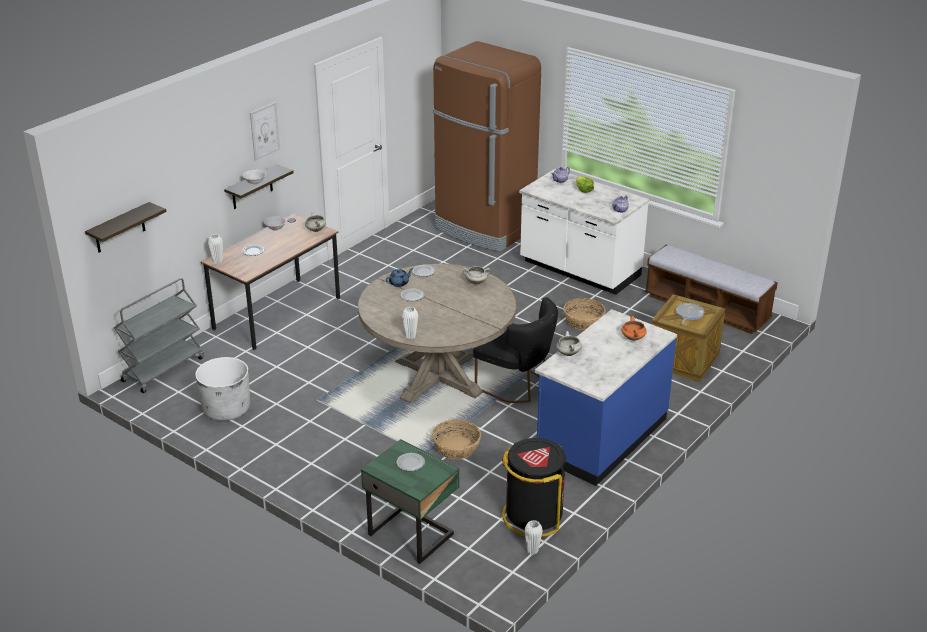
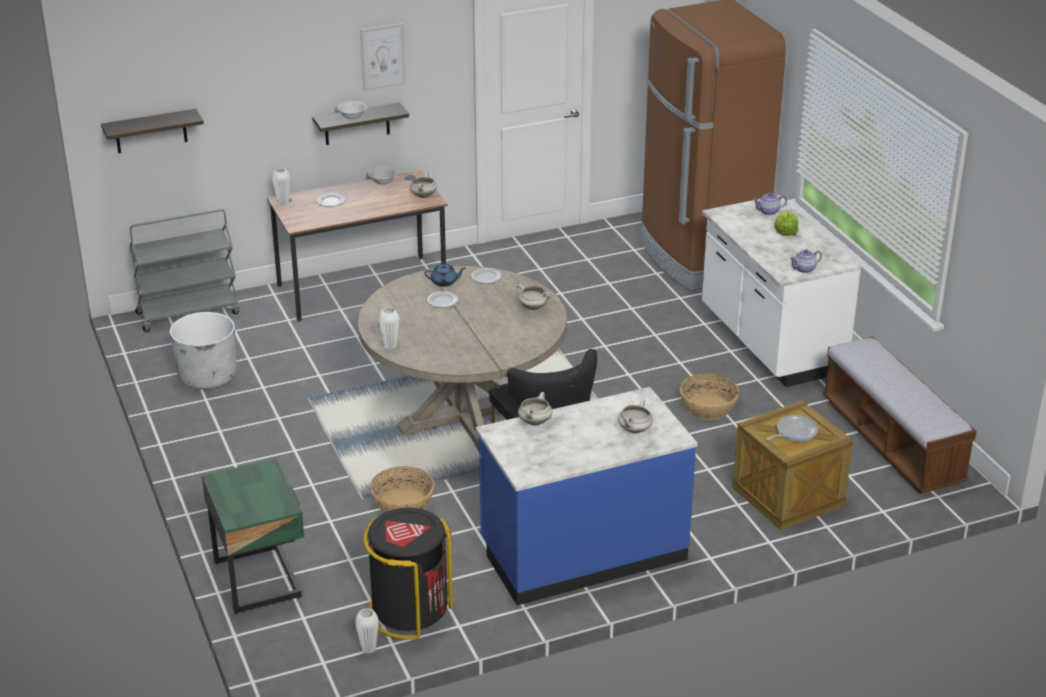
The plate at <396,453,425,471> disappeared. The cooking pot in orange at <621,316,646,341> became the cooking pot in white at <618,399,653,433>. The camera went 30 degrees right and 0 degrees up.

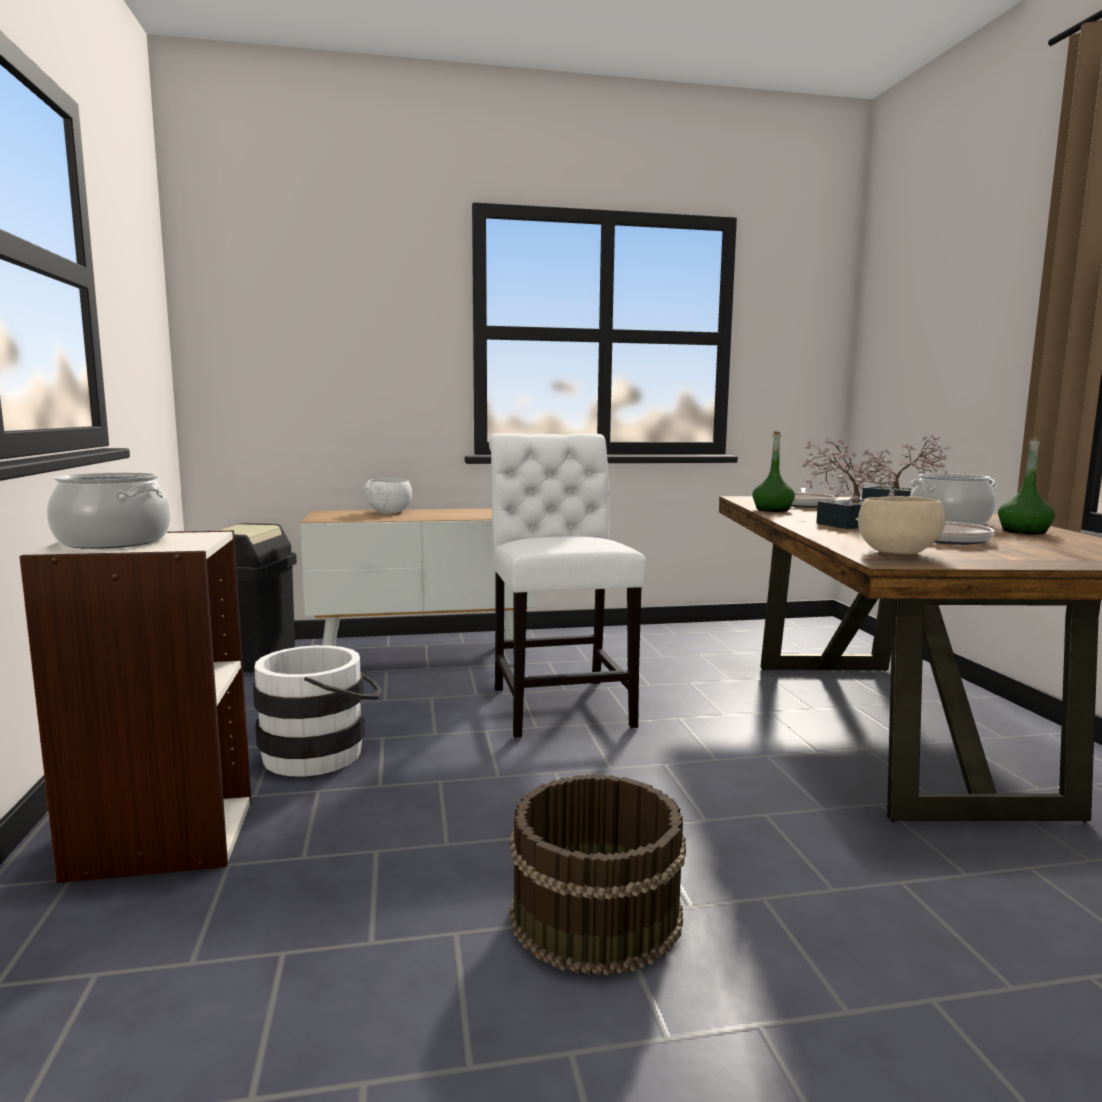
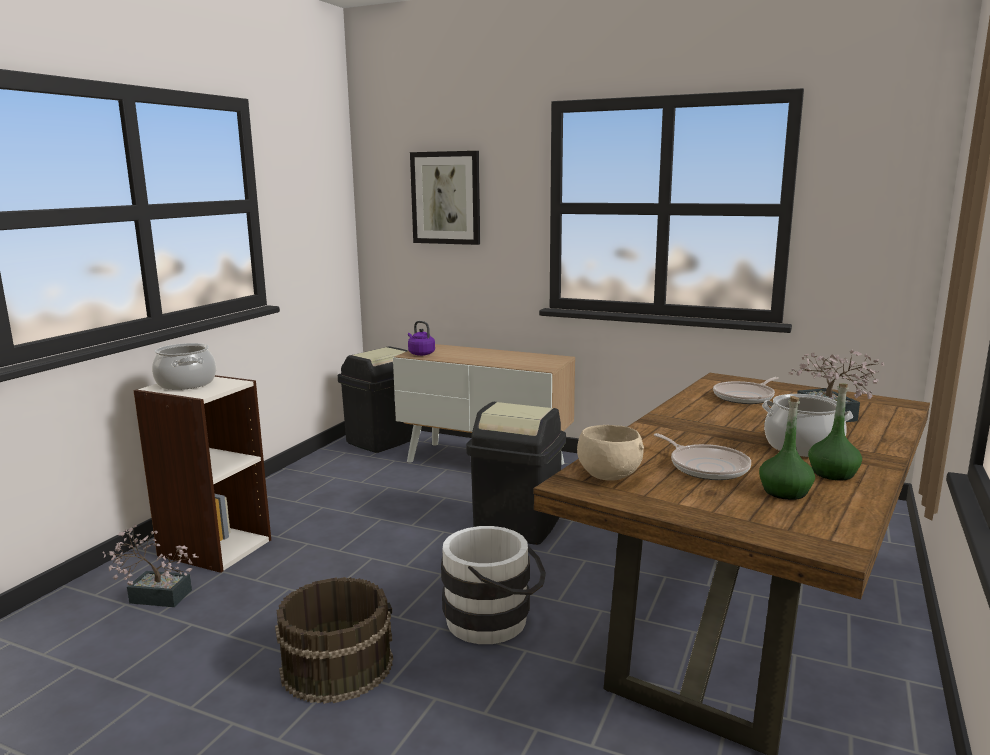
The bucket in white moved from <253,645,382,777> to <441,526,546,644>. The bowl in white at <364,478,412,514> disappeared. The chair in white at <489,433,646,738> was replaced by the trash can in black at <466,402,566,545>. The bottle in green moved from <752,431,795,512> to <759,396,815,500>. The potted plant moved from <802,438,896,529> to <103,525,198,607>. The kettle in purple at <408,321,435,356> appeared. The picture at <410,151,480,245> appeared. The camera went 35 degrees right and 5 degrees up.

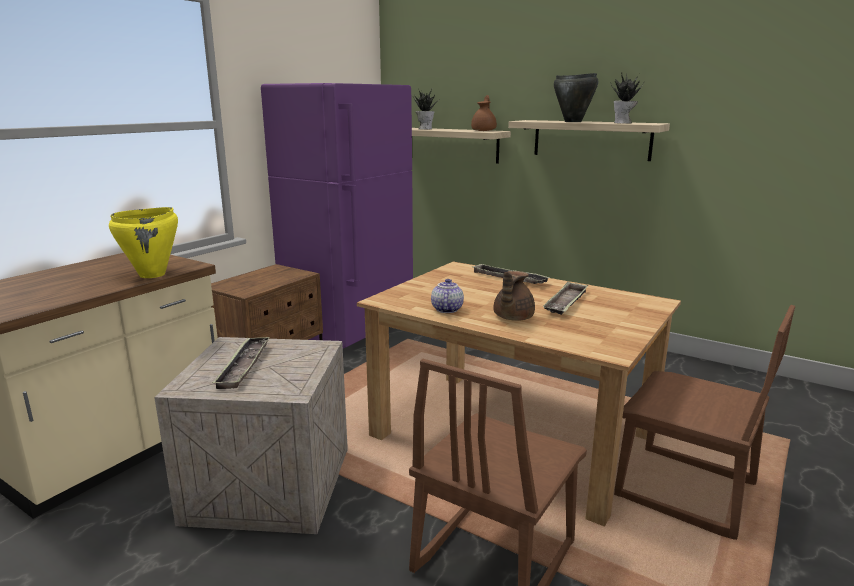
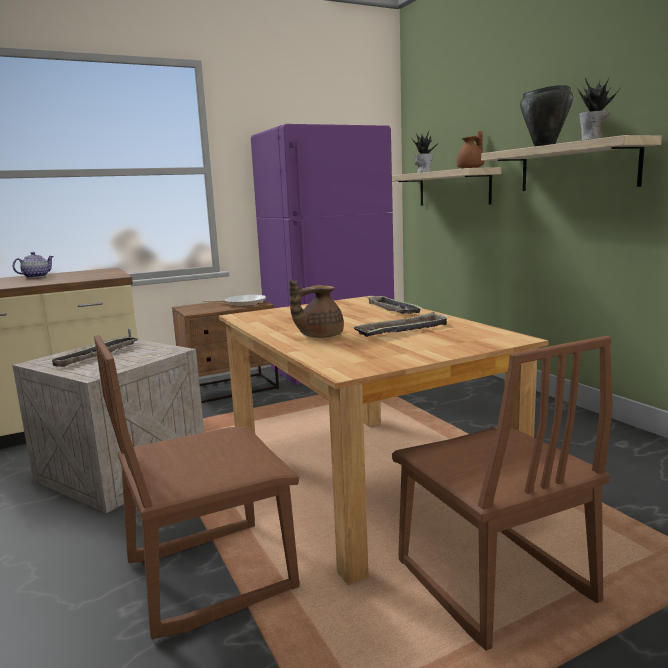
The cooking pot in yellow at <109,207,178,278> disappeared. The teapot moved from <431,279,464,313> to <13,252,54,278>. The frying pan at <202,294,266,306> appeared. The camera went 30 degrees right and 5 degrees down.

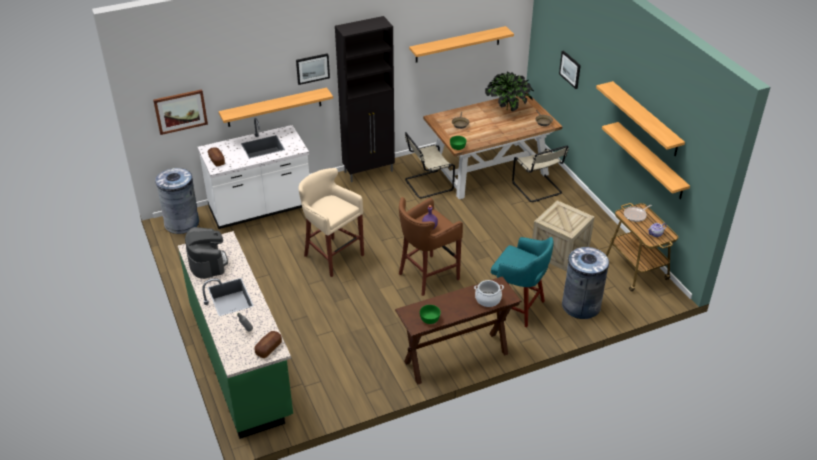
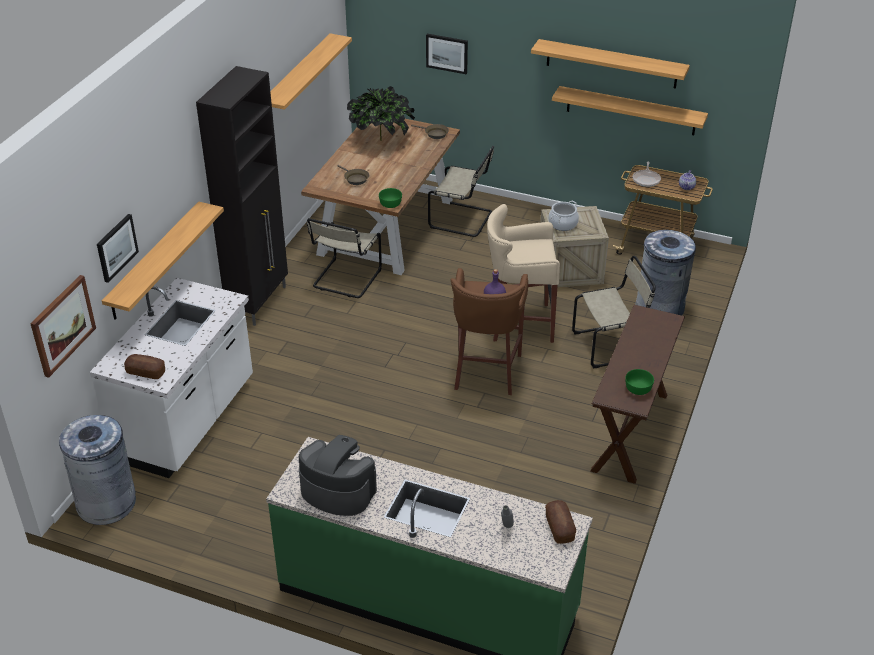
The picture moved from <296,53,330,85> to <97,214,139,283>. The stool in beige moved from <298,168,364,277> to <487,204,560,343>. The cooking pot moved from <474,280,504,307> to <548,201,579,231>. The stool in turquoise at <491,237,554,328> was replaced by the chair in beige at <572,256,656,368>. The camera went 45 degrees left and 0 degrees up.

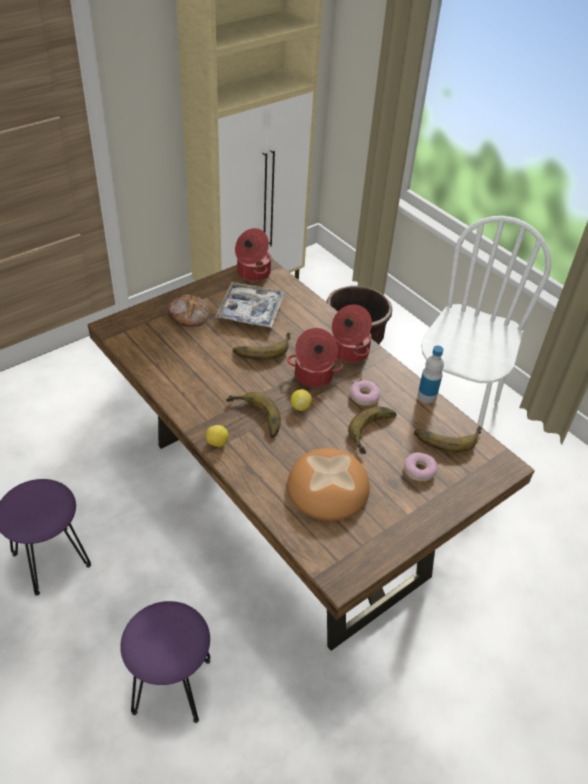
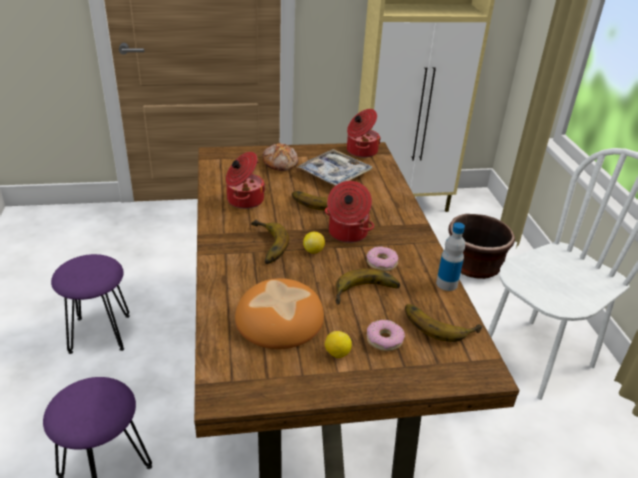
The lemon moved from <206,425,229,447> to <325,331,352,358>. The cooking pot moved from <332,304,372,363> to <226,152,266,209>. The camera went 30 degrees right and 10 degrees down.

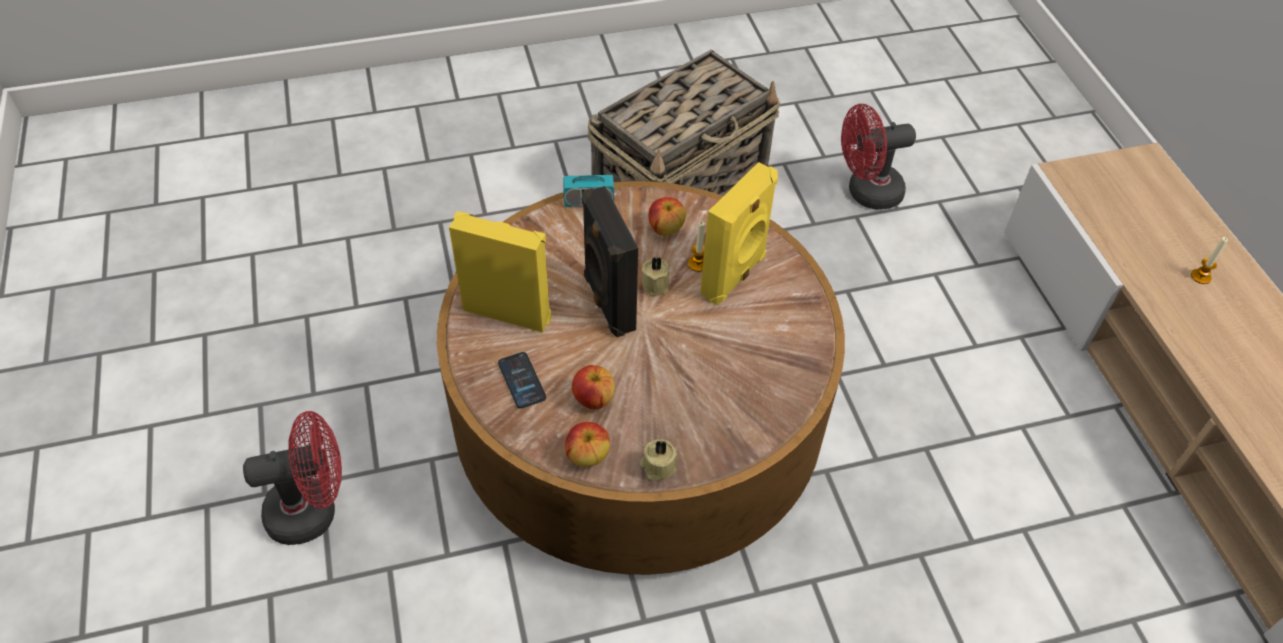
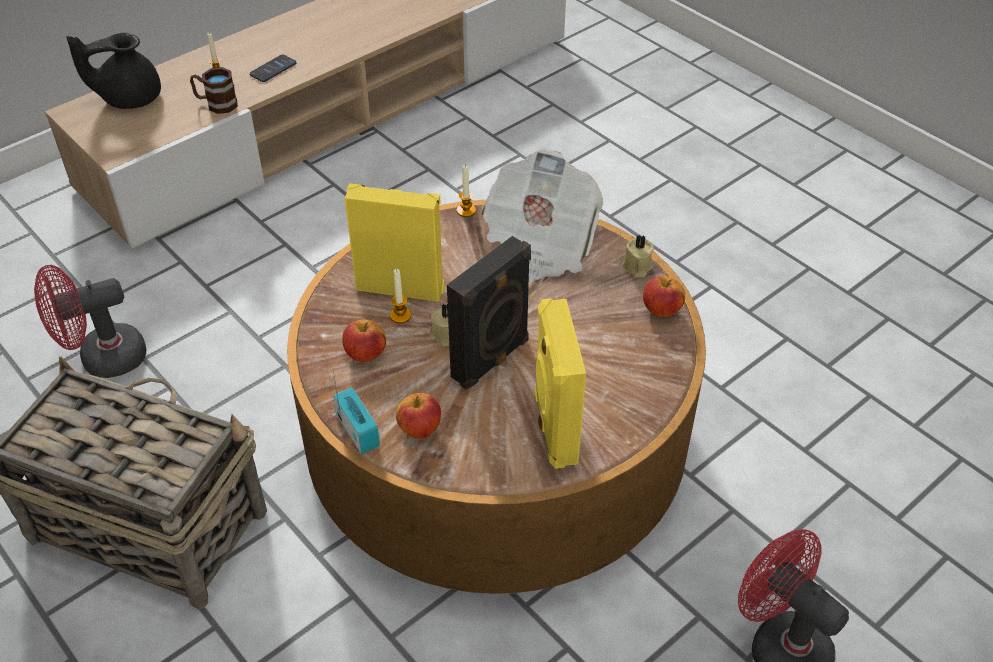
The phone moved from <498,352,546,409> to <250,55,296,82>. The apple moved from <572,365,615,409> to <396,393,441,439>. The fan in red at <841,104,916,210> turned 105 degrees clockwise. The teapot in black at <66,33,161,109> appeared. The mug in brown at <190,67,238,114> appeared. The candle at <457,165,476,217> appeared. The newspaper at <482,150,603,282> appeared. The camera went 115 degrees left and 5 degrees down.

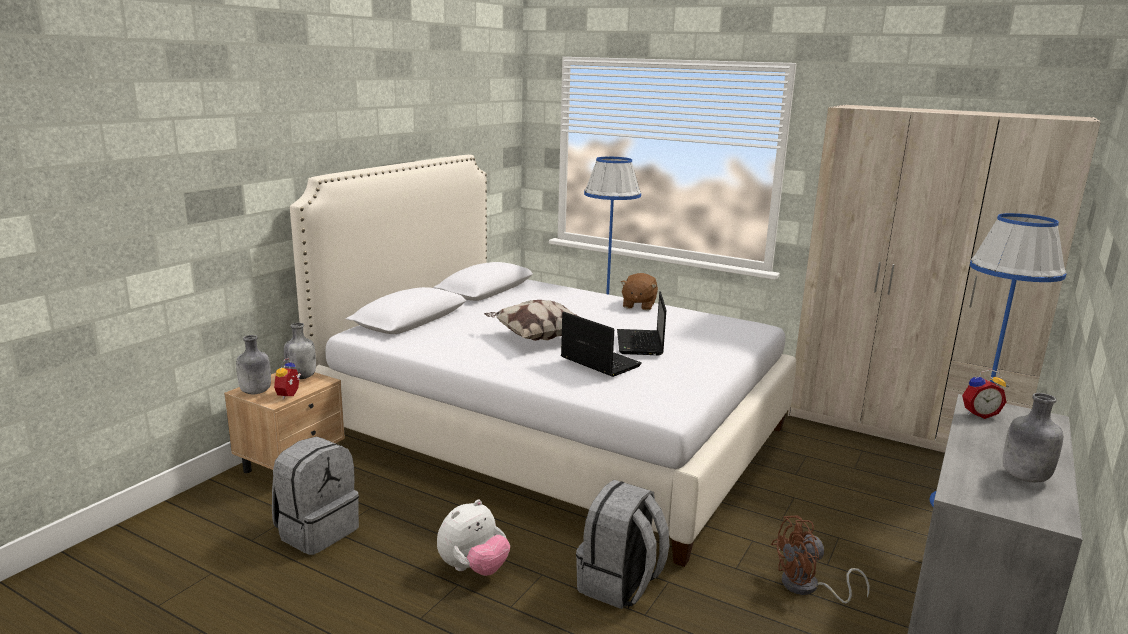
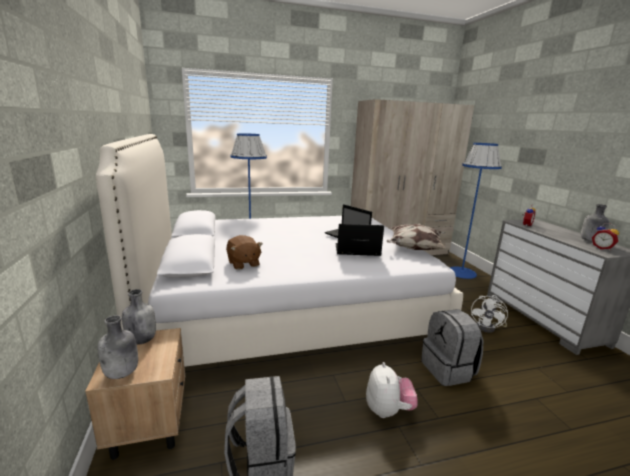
The alarm clock moved from <274,358,301,400> to <592,223,619,251>. The pillow moved from <484,300,580,341> to <387,223,446,250>. The plush toy in brown moved from <620,273,658,310> to <226,235,262,270>. The fan in brown at <771,516,870,603> became the fan in white at <471,295,508,333>. The camera went 45 degrees left and 0 degrees up.

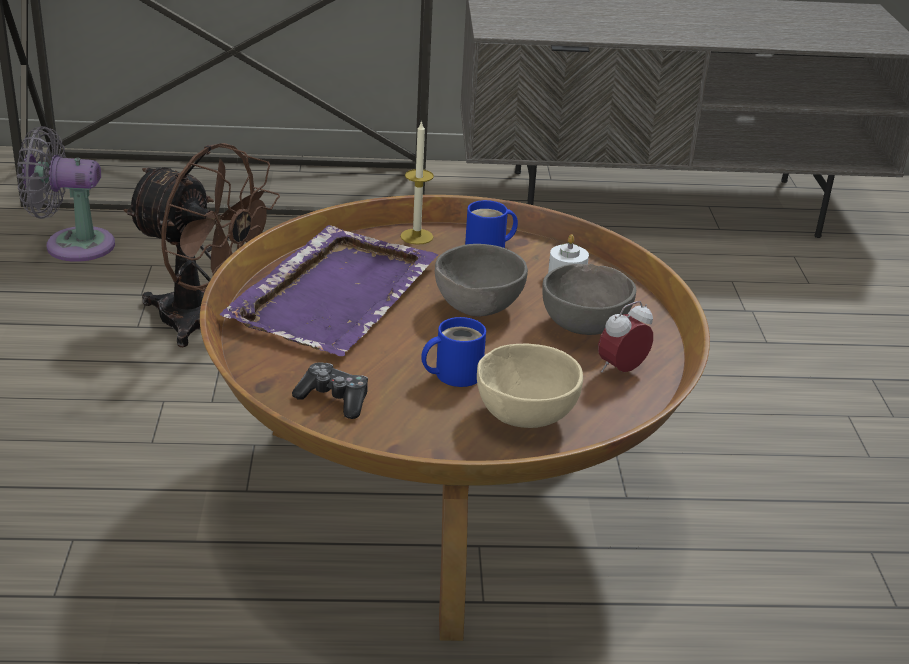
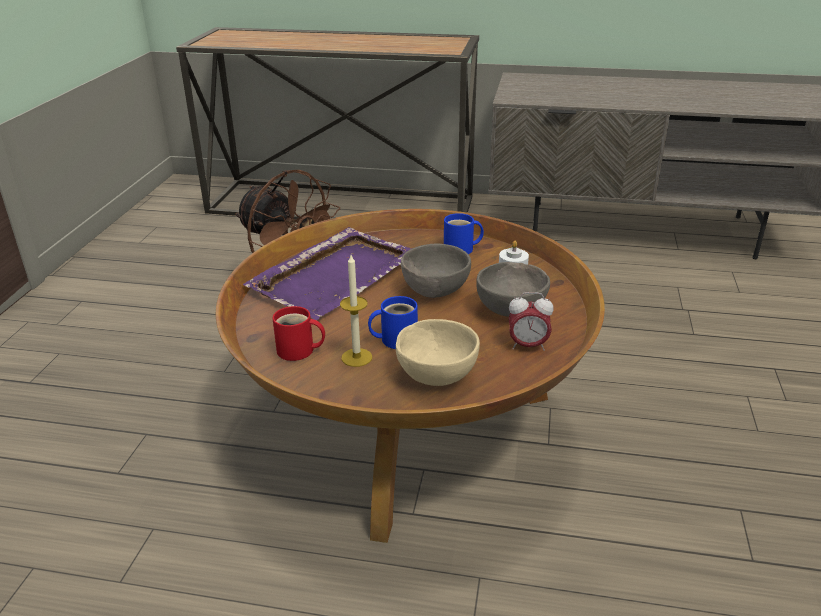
The fan in grey at <17,126,115,262> disappeared. The game controller at <292,362,368,419> was replaced by the mug in red at <273,306,325,361>. The candle moved from <400,120,434,245> to <340,255,372,367>. The alarm clock at <598,301,653,373> turned 150 degrees counterclockwise. The camera went 15 degrees right and 0 degrees up.

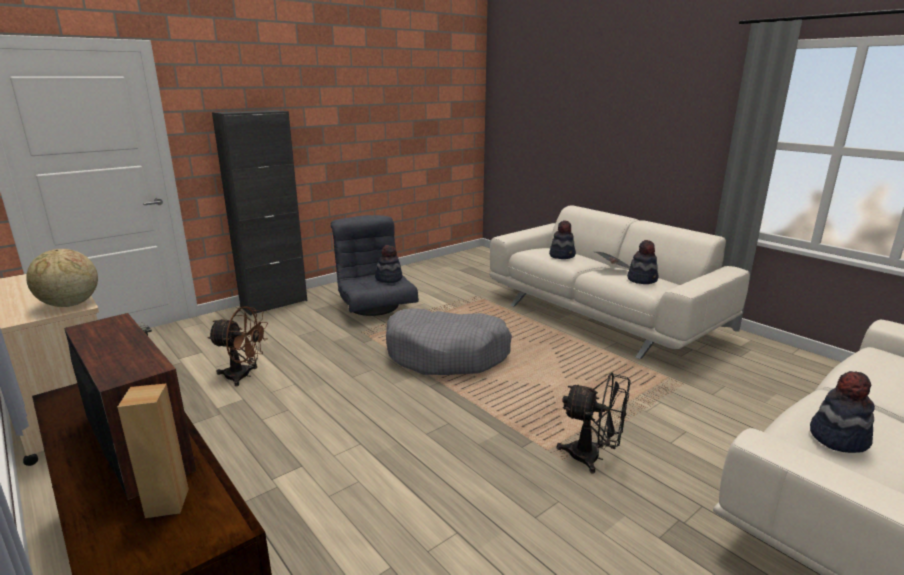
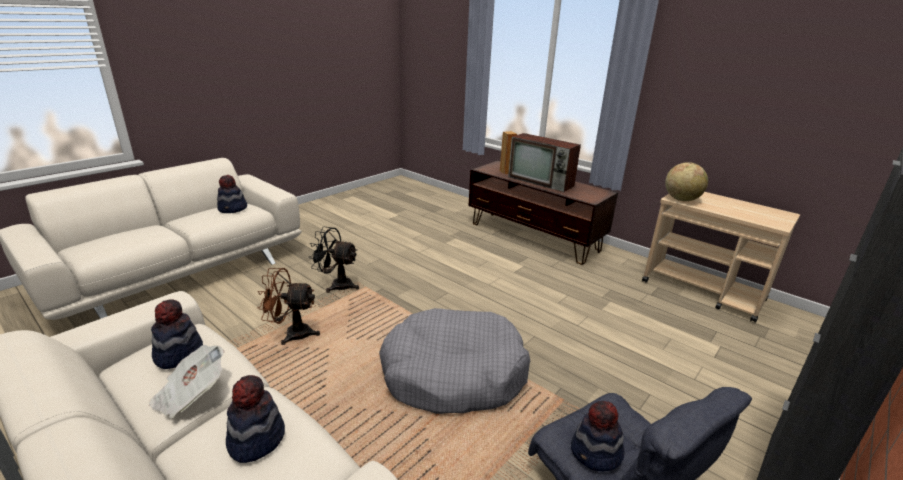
The fan in brown moved from <207,306,268,386> to <258,268,320,345>. The camera went 170 degrees right and 5 degrees up.

